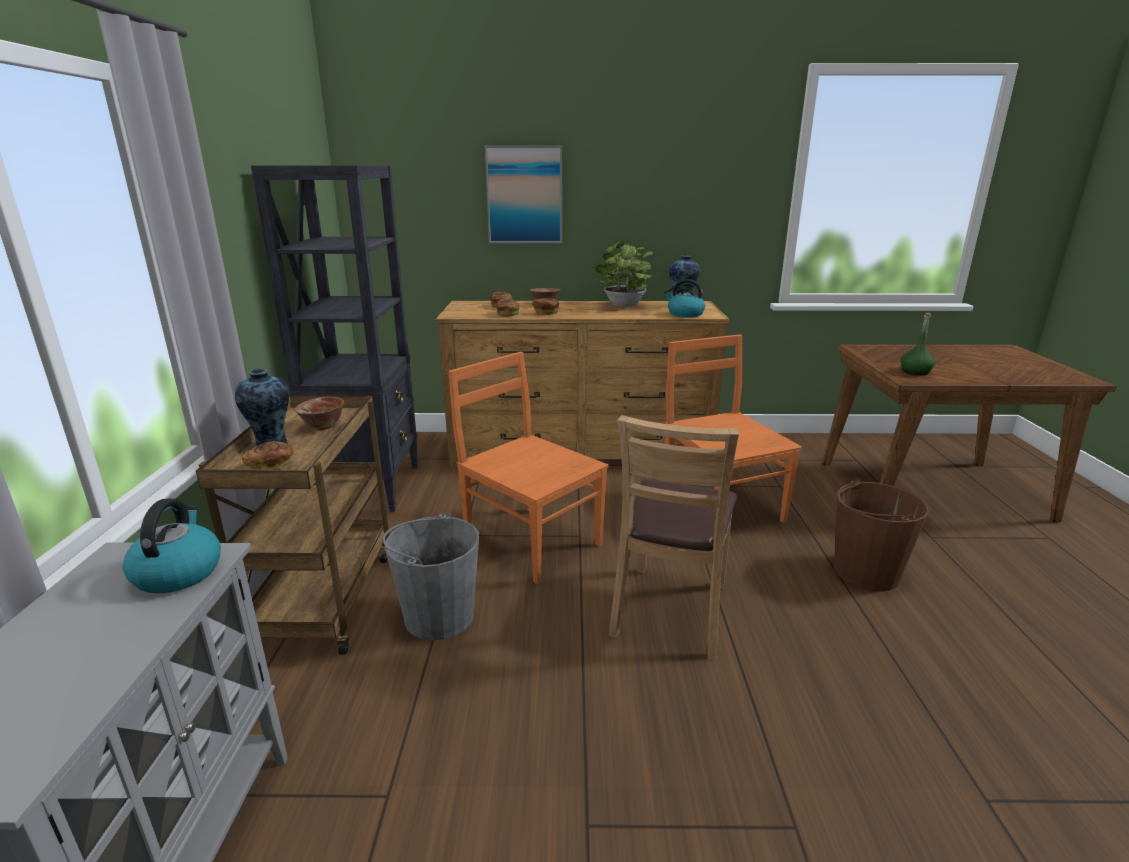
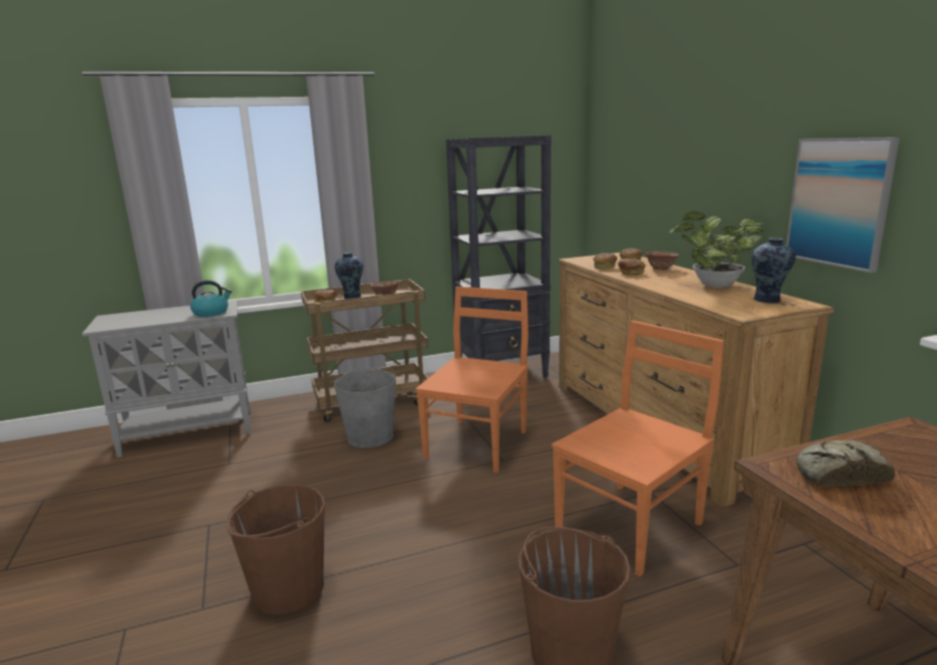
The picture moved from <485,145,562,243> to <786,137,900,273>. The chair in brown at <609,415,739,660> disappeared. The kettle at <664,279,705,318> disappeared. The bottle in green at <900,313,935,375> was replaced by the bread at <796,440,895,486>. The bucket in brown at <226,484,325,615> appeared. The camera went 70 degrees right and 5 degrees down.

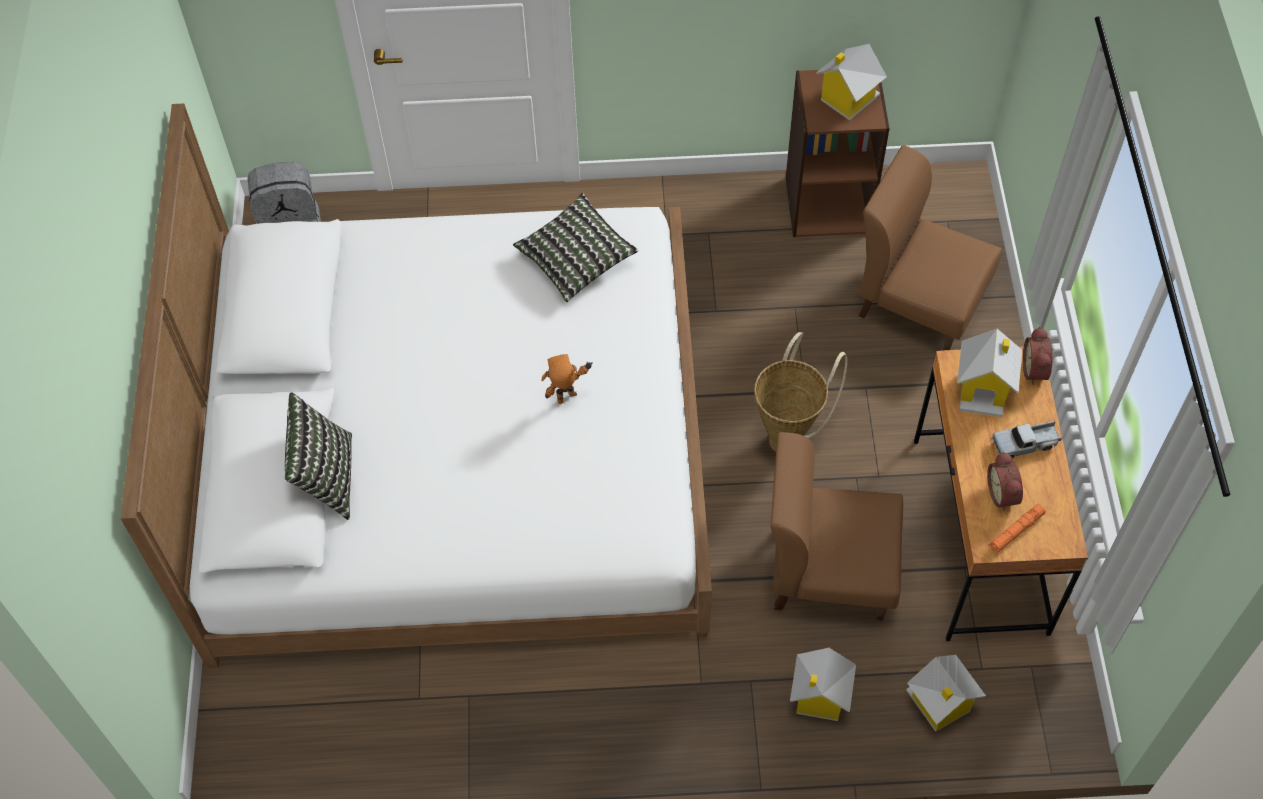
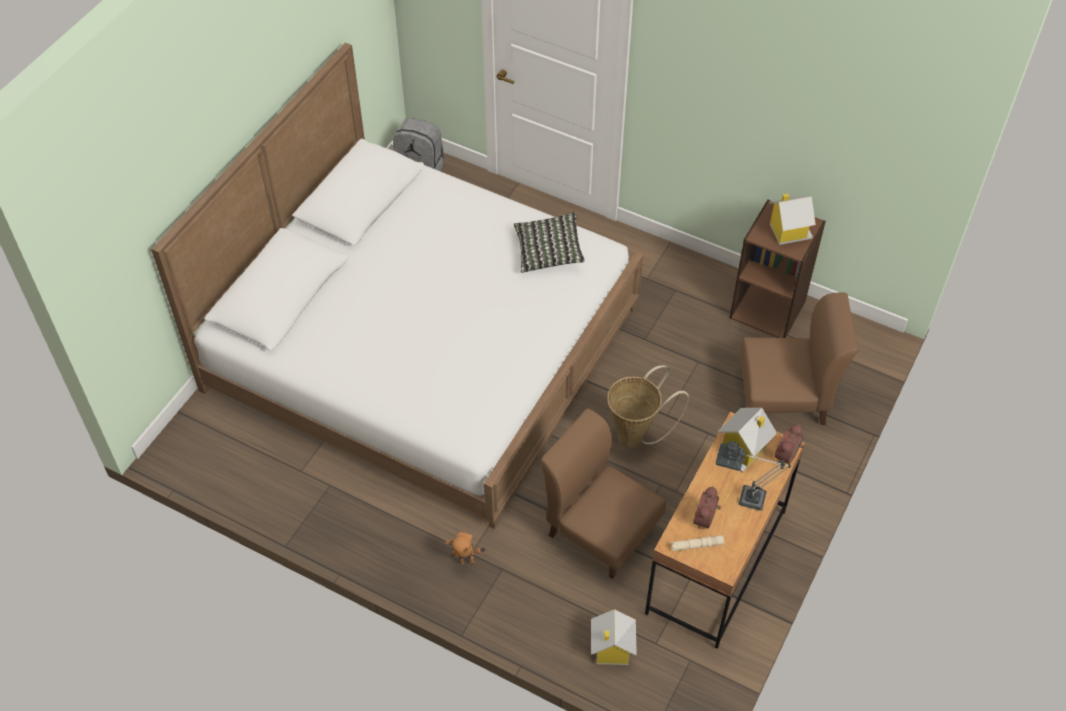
The pillow at <285,392,352,520> disappeared. The toy robot moved from <541,354,592,404> to <445,532,486,565>. The toy house at <790,648,856,721> disappeared. The chair in brown at <858,145,1002,350> turned 120 degrees clockwise. The flashlight in orange at <988,504,1046,554> became the flashlight in beige at <670,535,724,551>. The toy truck at <992,421,1062,459> was replaced by the table lamp at <716,441,791,511>. The camera went 30 degrees right and 5 degrees down.

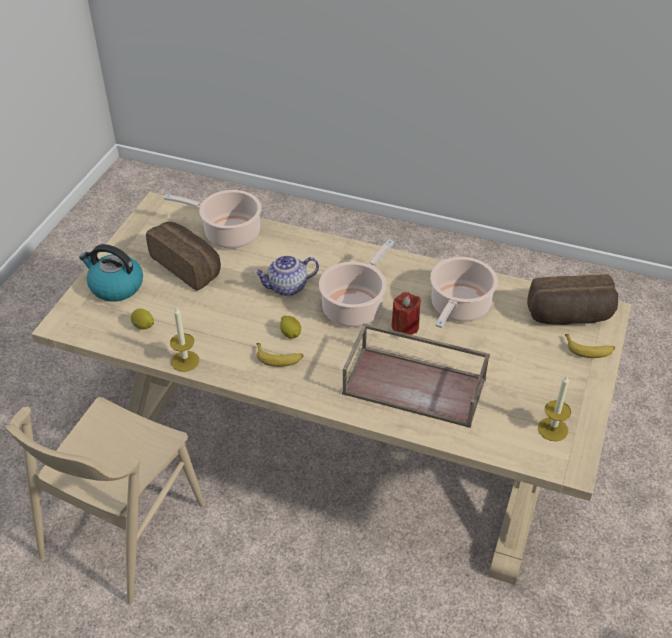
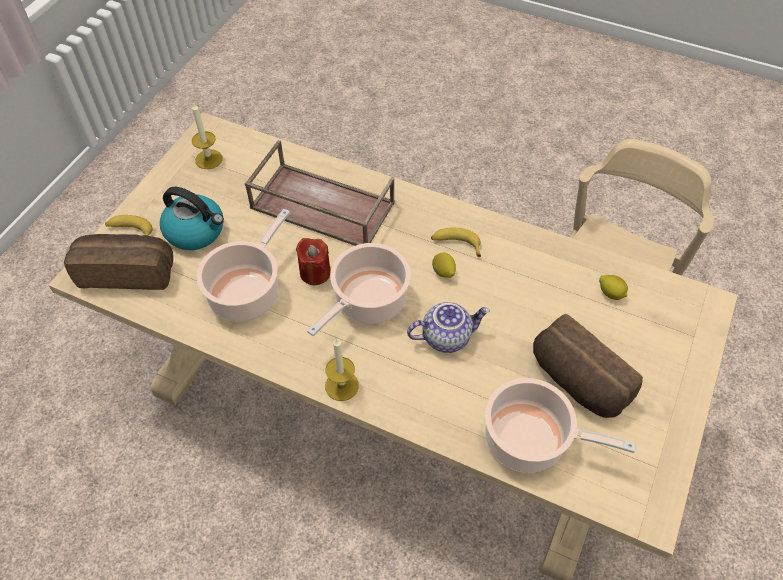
The kettle moved from <79,244,143,302> to <160,187,224,250>. The candle moved from <170,307,199,372> to <325,338,359,401>. The camera went 175 degrees left and 10 degrees up.

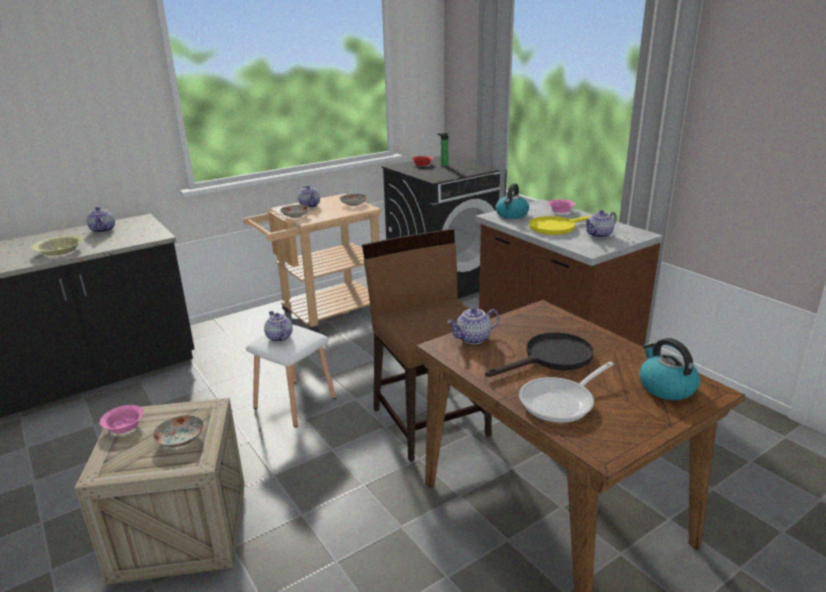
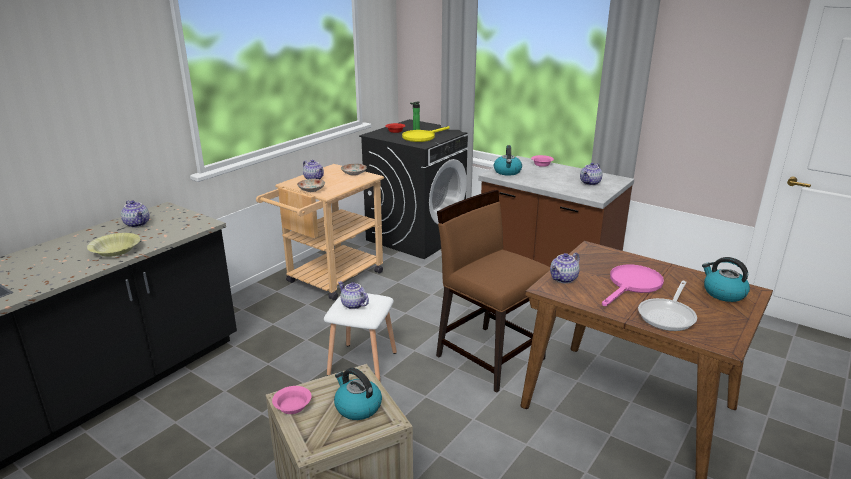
The plate at <153,415,204,448> was replaced by the kettle at <334,368,382,420>. The frying pan in black at <485,332,593,377> became the frying pan in pink at <602,264,664,306>. The frying pan in yellow moved from <529,215,592,235> to <402,126,449,142>. The camera went 20 degrees left and 0 degrees up.

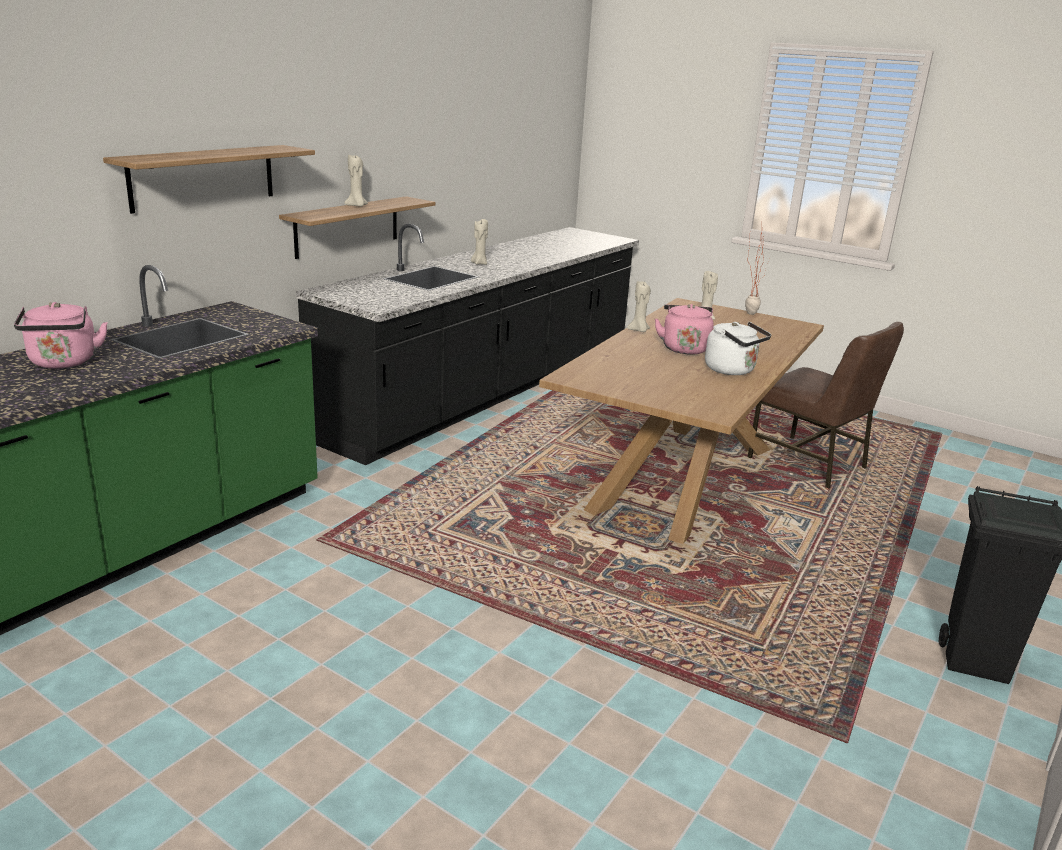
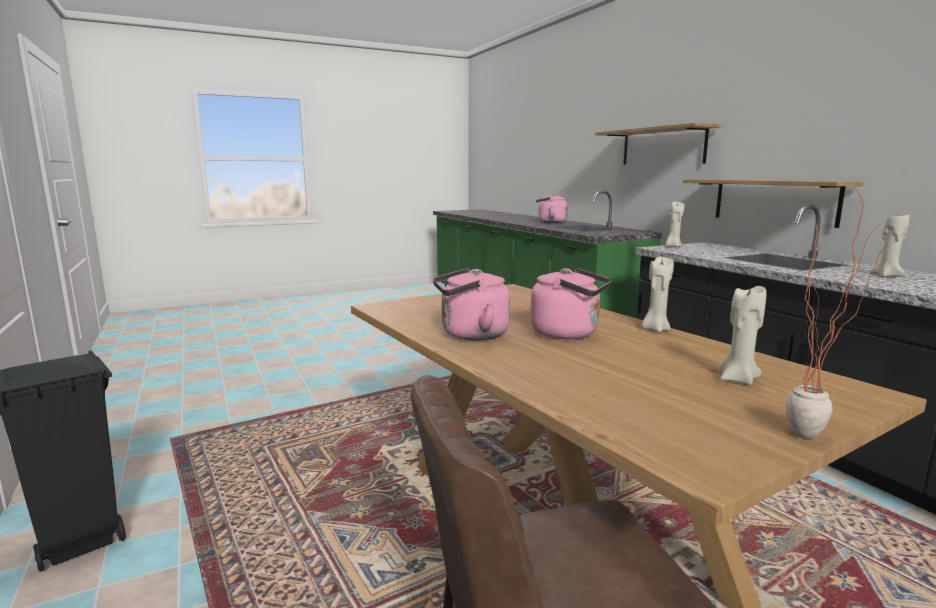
The candle in beige moved from <344,154,368,207> to <665,202,684,247>. The kettle in white at <705,322,771,375> became the kettle in pink at <433,268,510,340>. The camera went 120 degrees right and 10 degrees down.

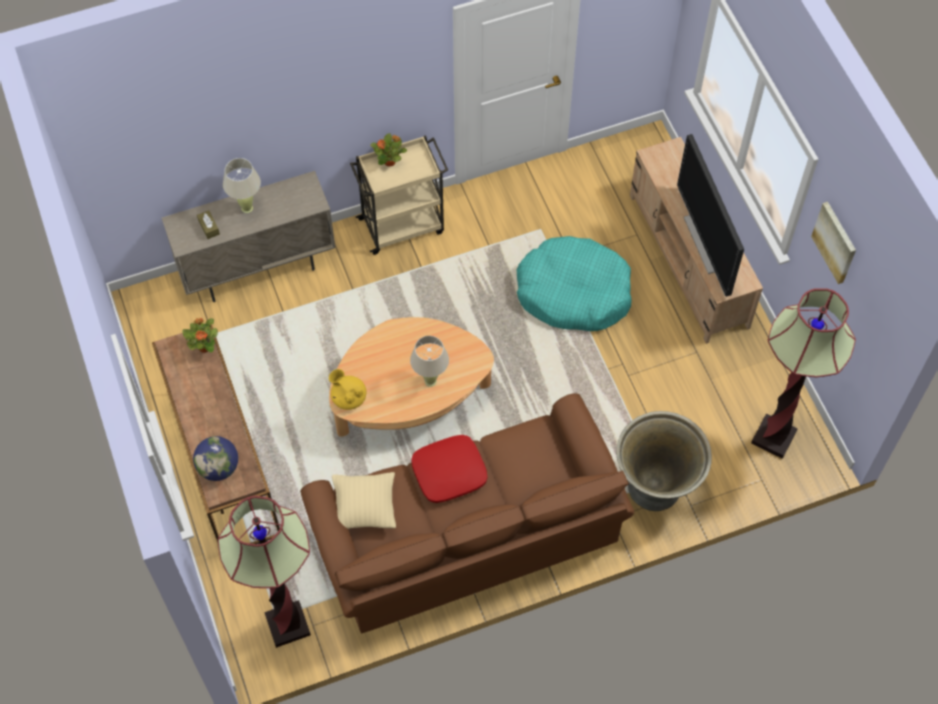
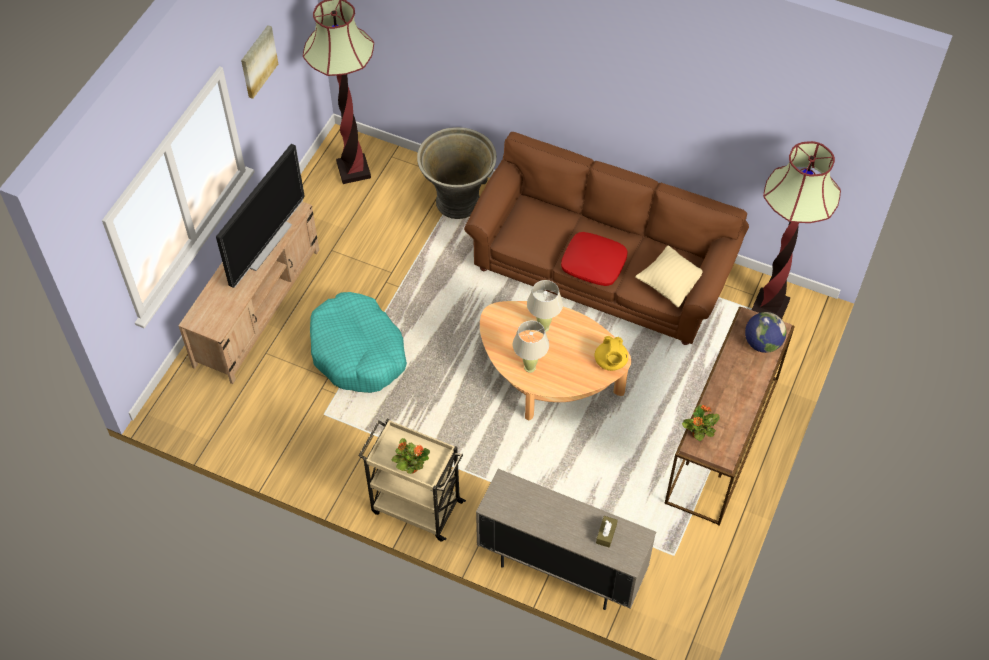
The table lamp in beige moved from <223,158,261,213> to <513,321,549,373>. The camera went 135 degrees left and 5 degrees down.

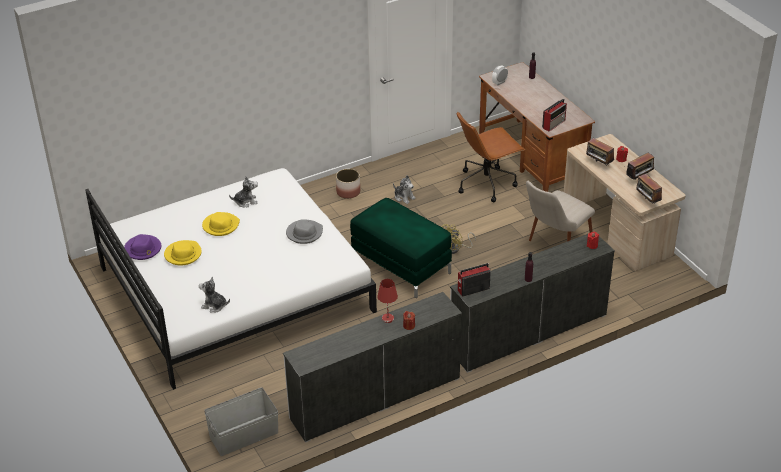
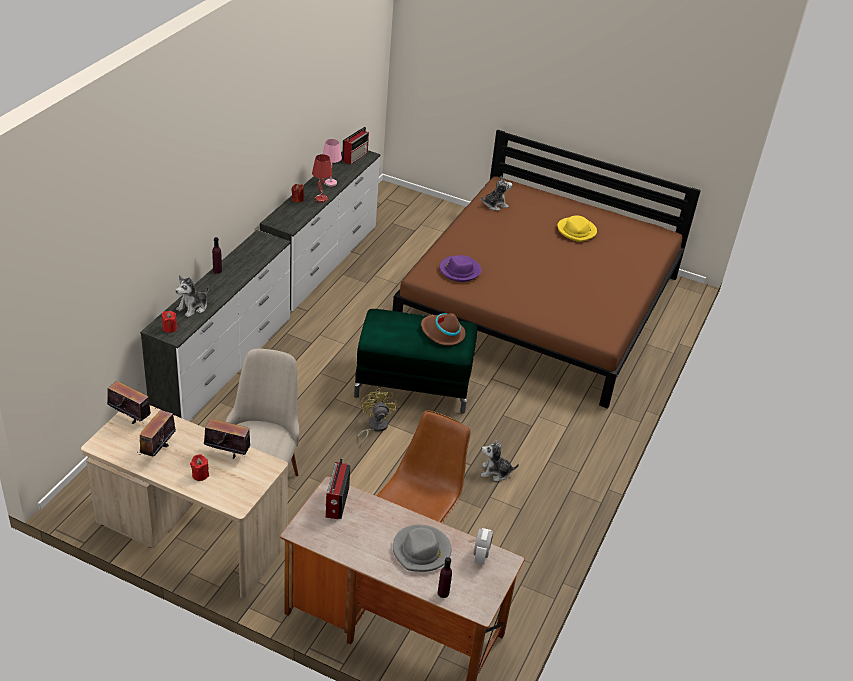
The bed in white at <85,168,377,390> became the bed in brown at <393,129,701,409>. The hat in purple moved from <124,234,161,260> to <439,255,481,282>. The hat in yellow at <202,212,240,236> disappeared. The storage box in grey at <204,388,278,456> disappeared. The plush toy moved from <229,176,258,207> to <175,275,209,317>. The hat in grey moved from <286,220,323,244> to <393,525,451,572>. The planter at <336,169,360,199> disappeared. The radio moved from <458,263,491,296> to <342,127,369,164>. The table lamp in pink at <323,139,342,187> appeared. The hat in brown at <421,313,465,345> appeared. The camera went 140 degrees right and 0 degrees up.

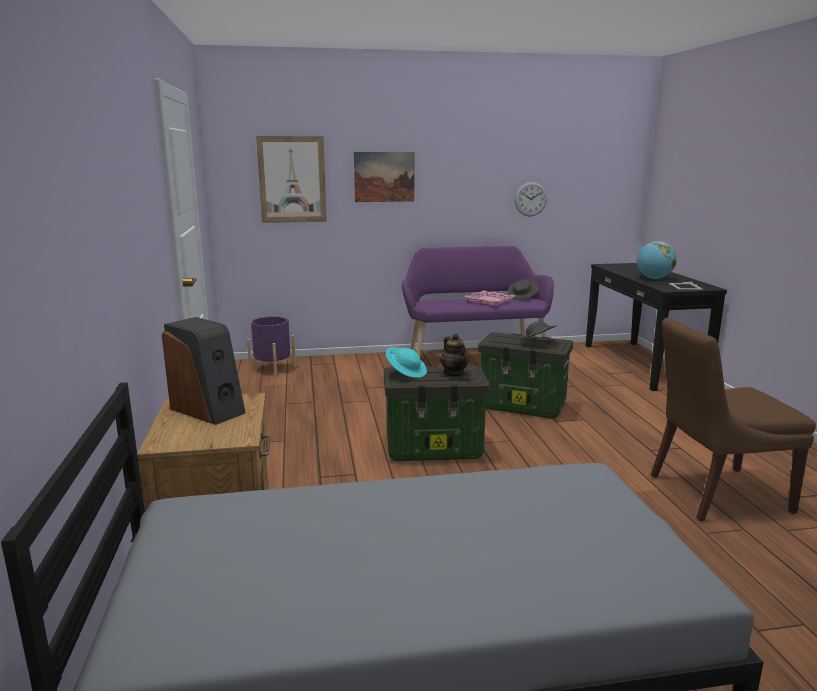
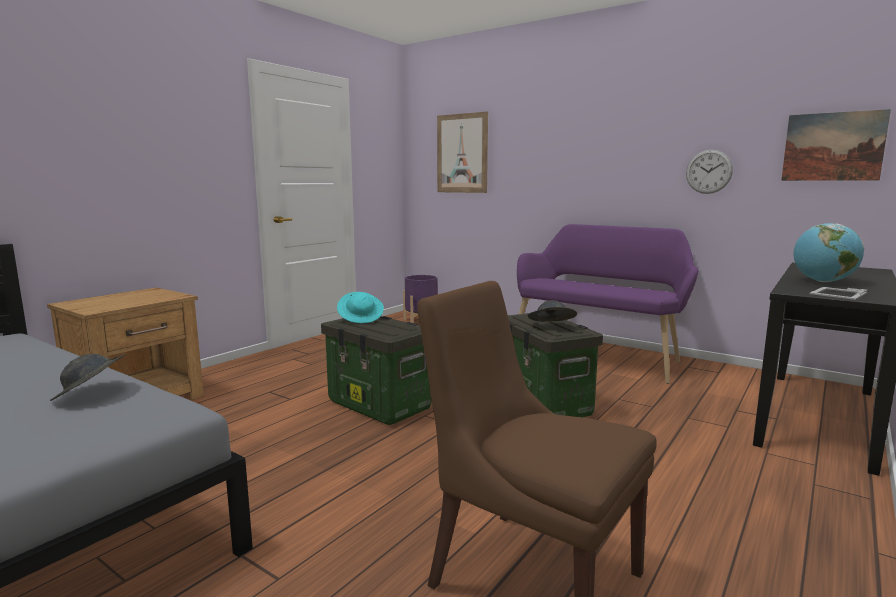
The speaker at <162,317,246,425> disappeared. The picture moved from <354,152,414,202> to <781,109,891,181>. The teapot at <440,333,470,377> disappeared. The tray in pink at <464,290,515,306> disappeared. The hat in grey moved from <507,279,539,300> to <50,354,126,401>. The camera went 45 degrees right and 5 degrees down.

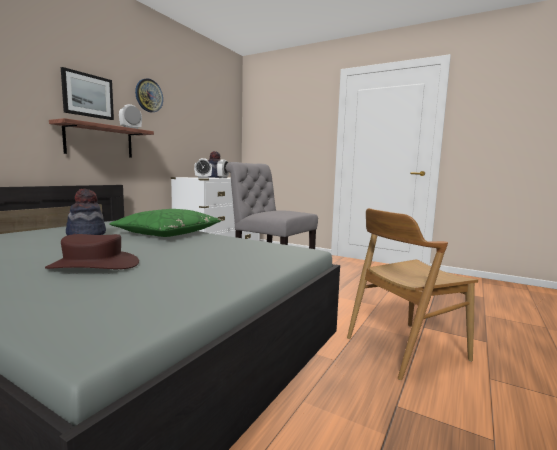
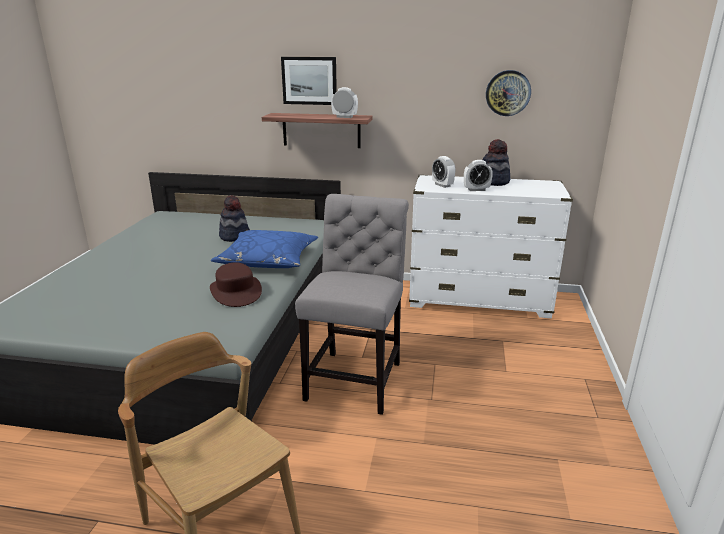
The hat in brown moved from <45,234,139,269> to <210,263,262,307>. The pillow in green at <109,209,222,237> became the pillow in blue at <211,230,318,268>. The wall clock moved from <135,78,163,112> to <486,70,531,116>. The camera went 70 degrees right and 15 degrees up.

